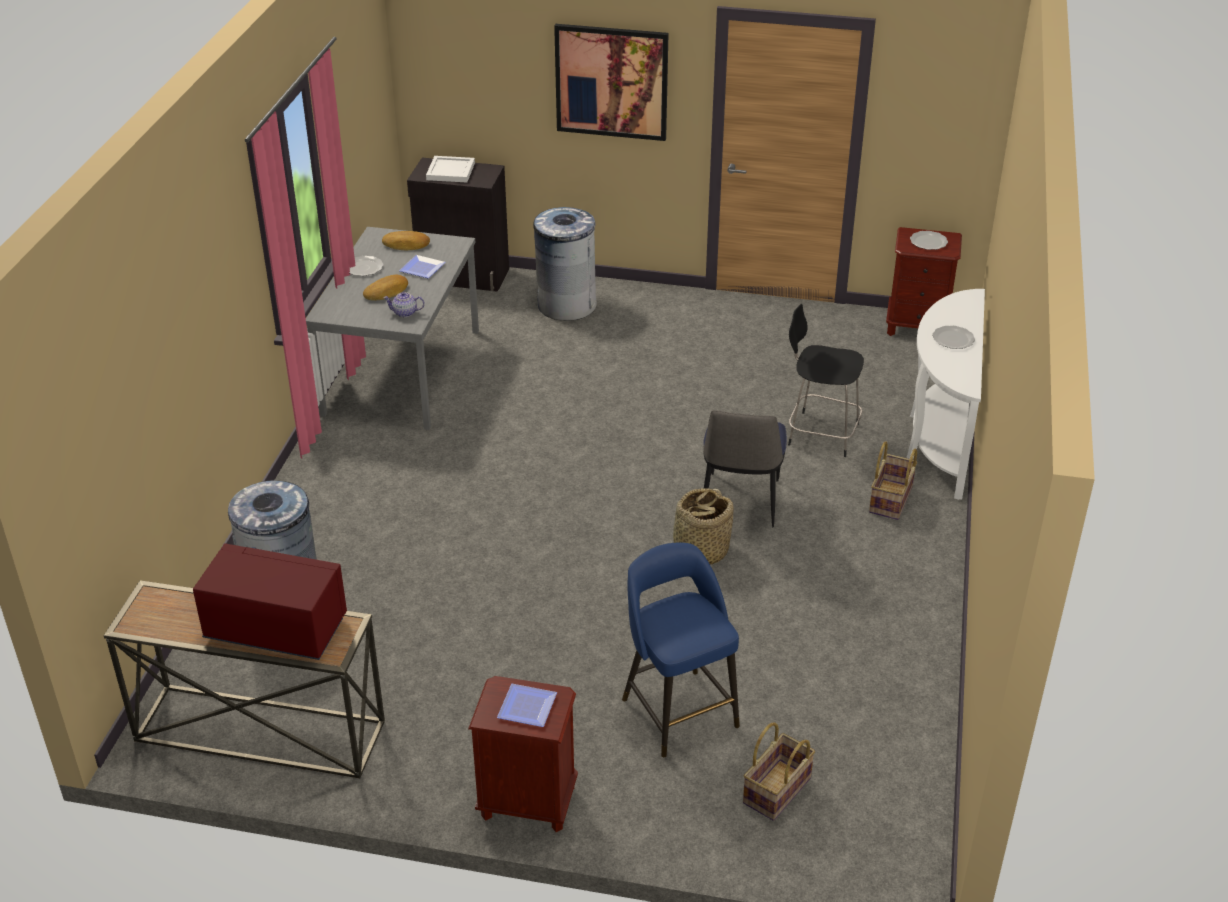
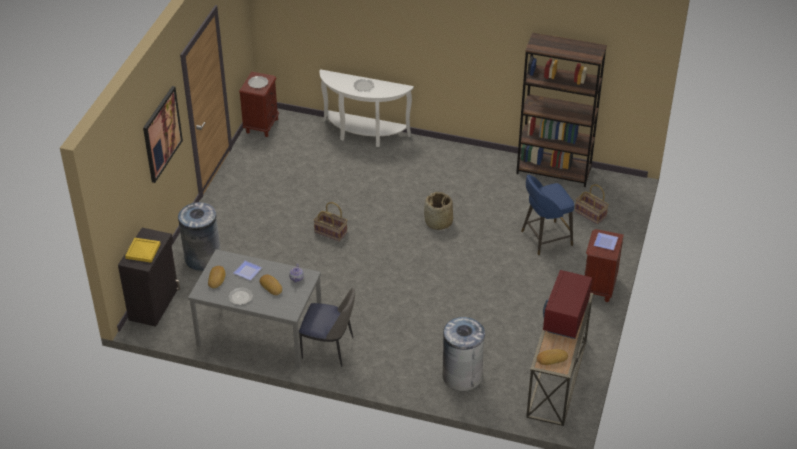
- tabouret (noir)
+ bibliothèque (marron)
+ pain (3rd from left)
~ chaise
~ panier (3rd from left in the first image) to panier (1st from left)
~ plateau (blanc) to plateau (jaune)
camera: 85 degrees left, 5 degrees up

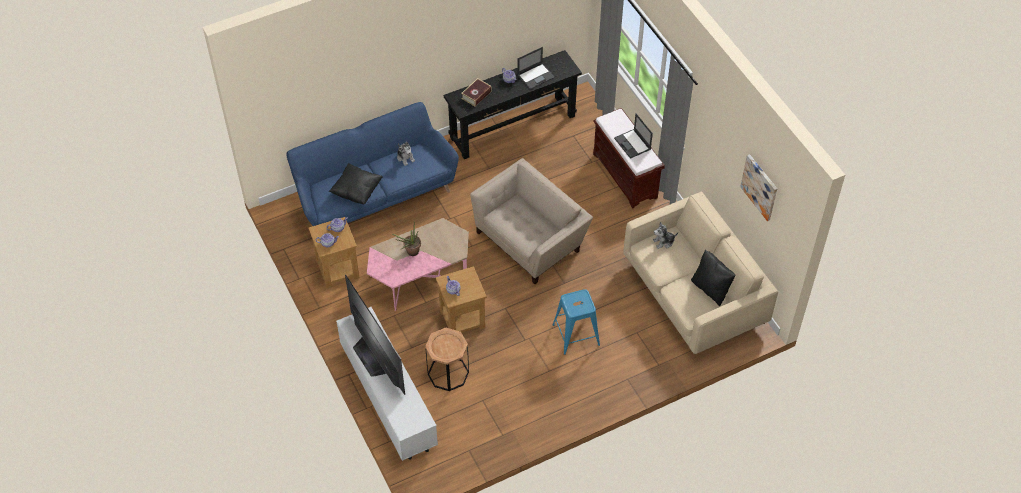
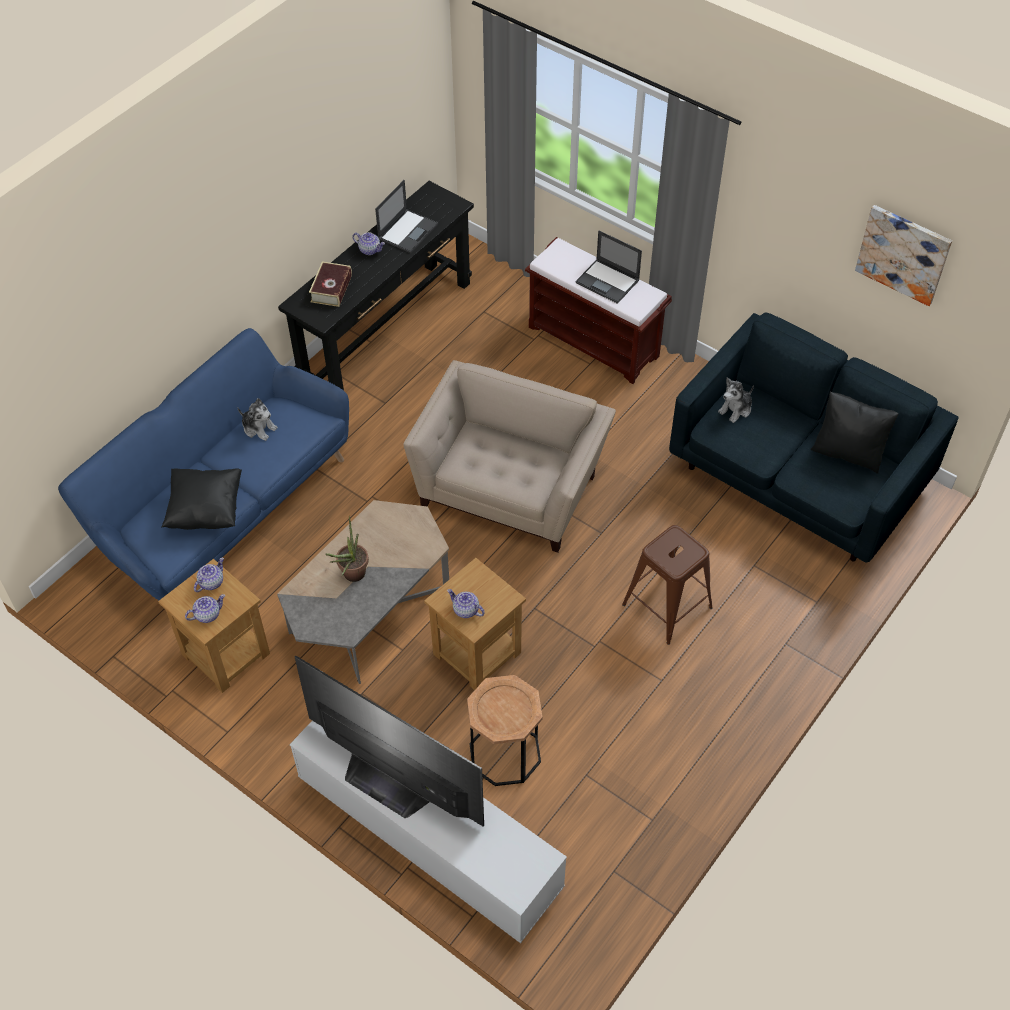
~ table basse (rose) to table basse (gris)
~ tabouret (bleu) to tabouret (marron)
~ canapé (beige) to canapé (bleu) (2nd from left)
camera: 25 degrees left, 0 degrees up

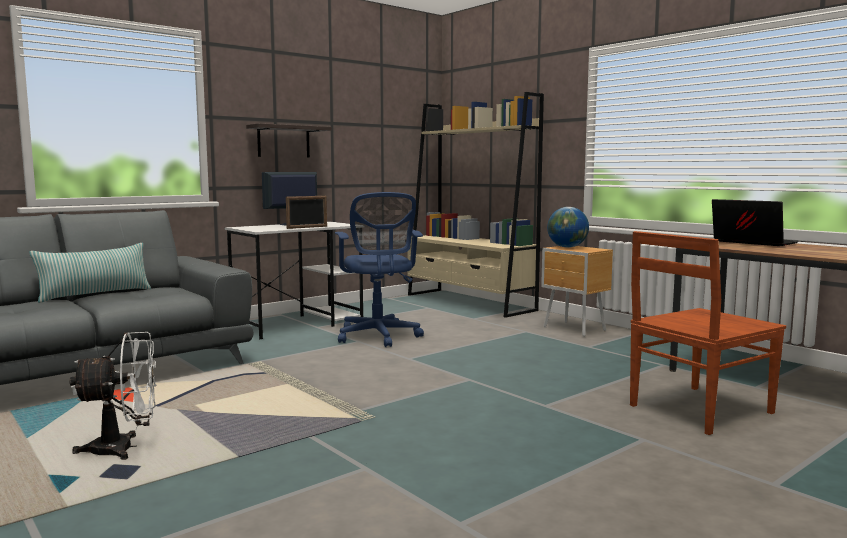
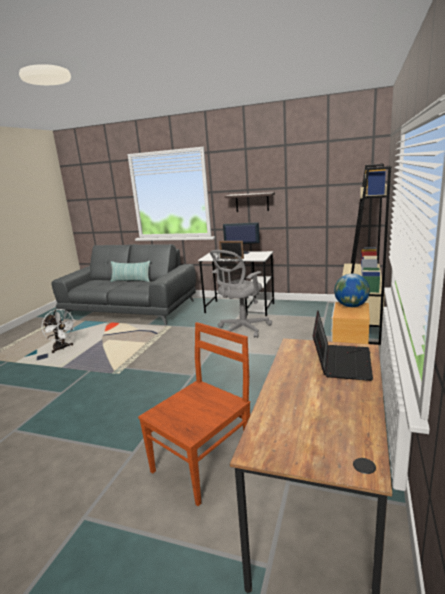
~ chaise de bureau (bleu) to chaise de bureau (gris)
~ chaise (marron) 105 degrees clockwise
camera: 60 degrees right, 10 degrees up

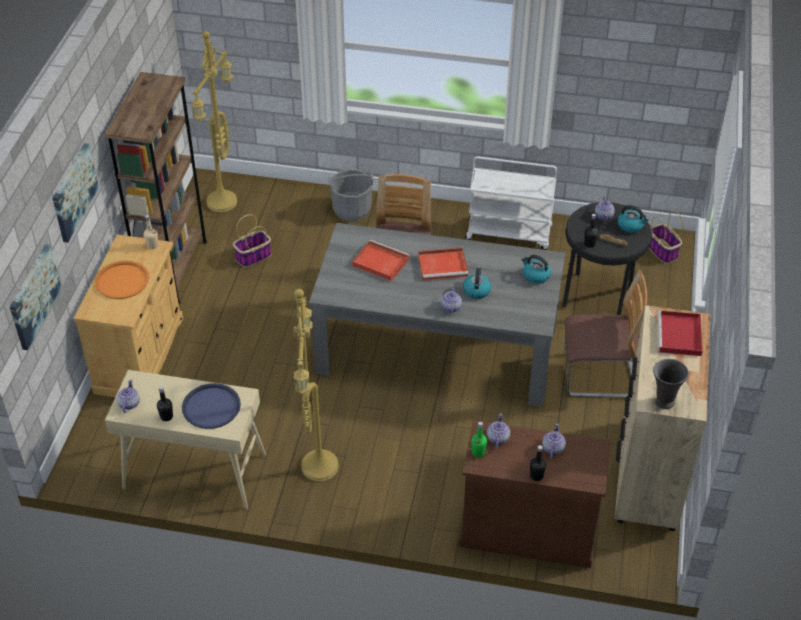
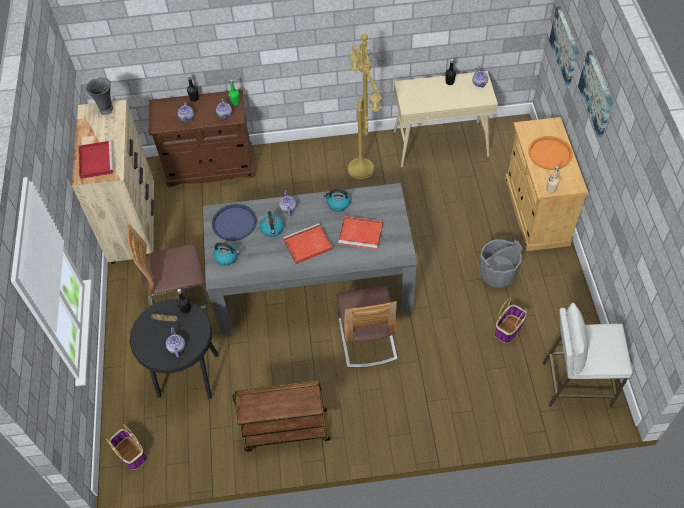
- bibliothèque (marron)
~ plateau (bleu)
~ seau (gris)
~ bouilloire (3rd from left)
~ lampadaire (jaune) (1st from left) to tabouret (blanc)
~ chariot (blanc) to chariot (marron)
camera: 165 degrees right, 10 degrees up

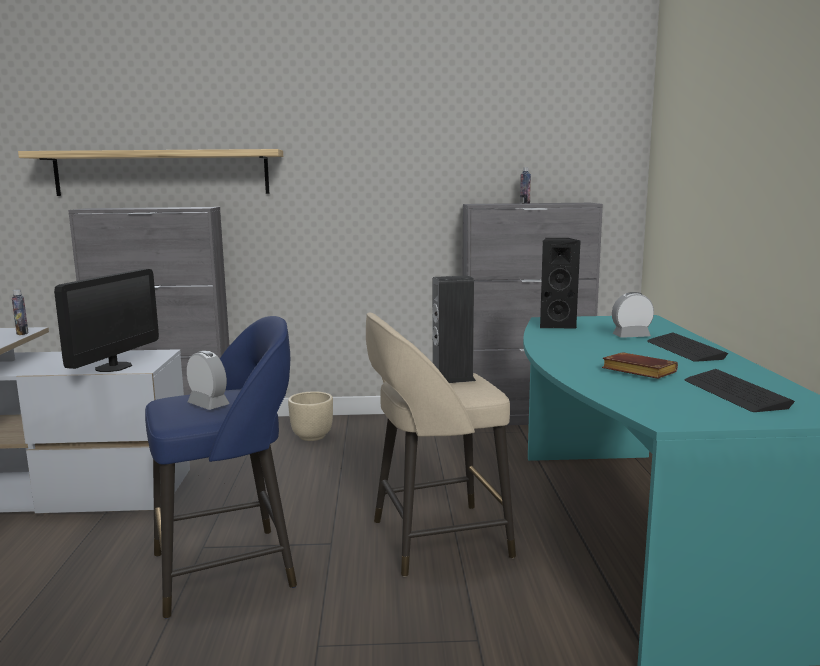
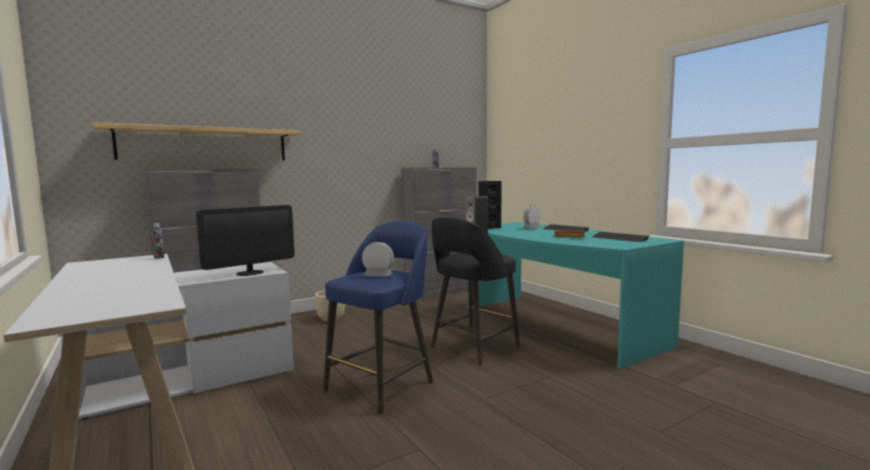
~ tabouret (beige) to tabouret (noir)
~ écran d'ordinateur 60 degrees clockwise
camera: 30 degrees left, 5 degrees down

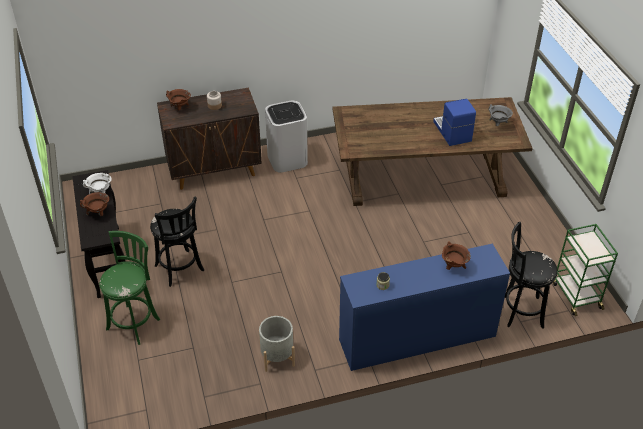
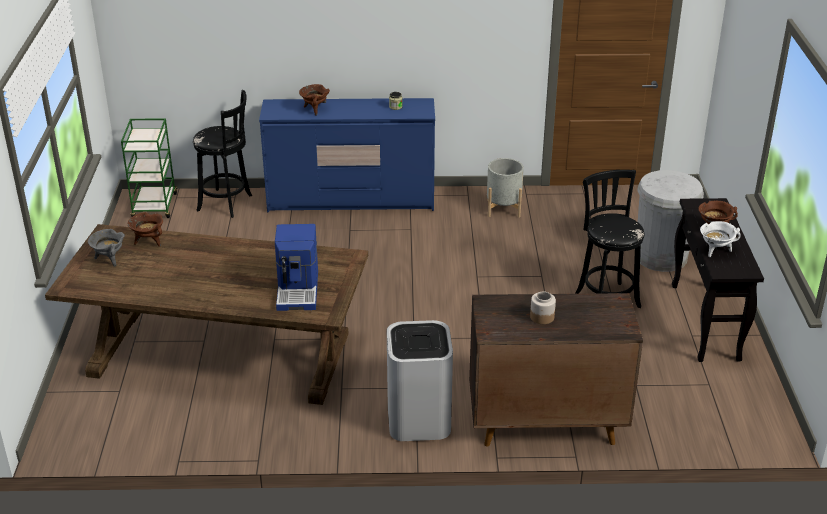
~ marmite (marron) (2nd from left in the first image) to marmite (marron) (1st from left)
~ machine à café
~ tabouret (vert) to poubelle (blanc) (2nd from left)
camera: 165 degrees left, 10 degrees down

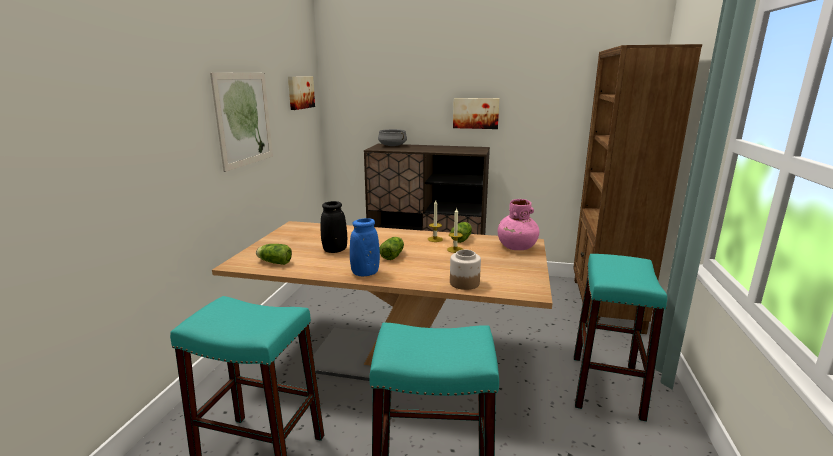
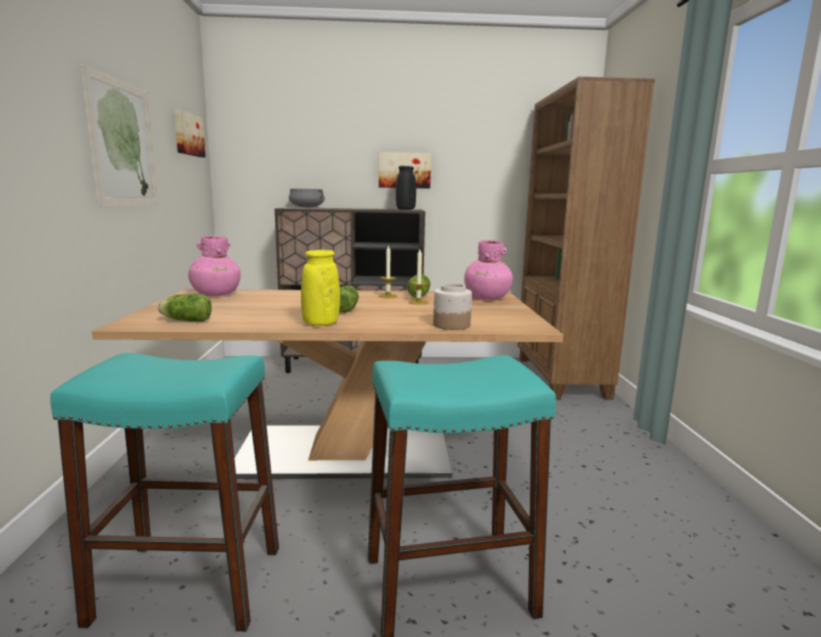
- tabouret (turquoise) (3rd from left)
+ vase (rose) (1st from left)
~ vase (noir)
~ vase (bleu) to vase (jaune)
camera: 15 degrees left, 5 degrees down

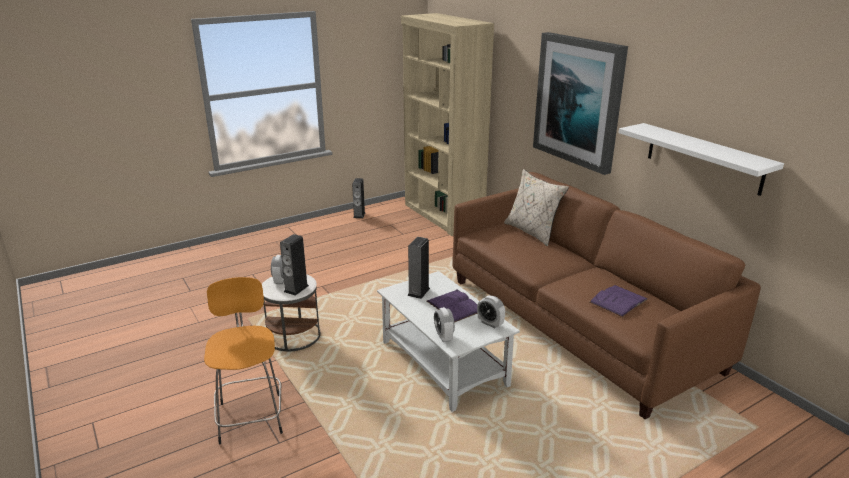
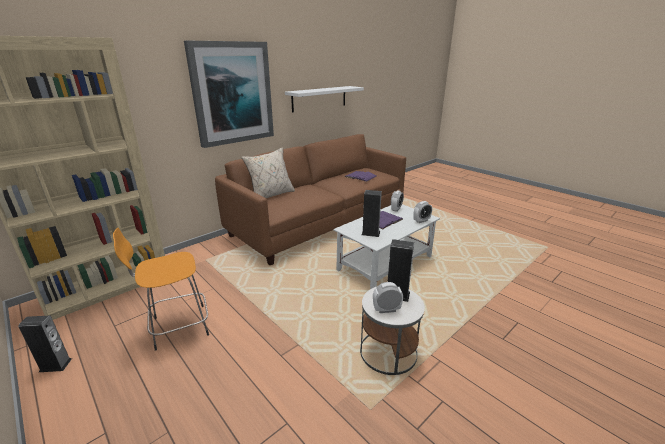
~ tabouret (orange)
camera: 100 degrees left, 0 degrees up

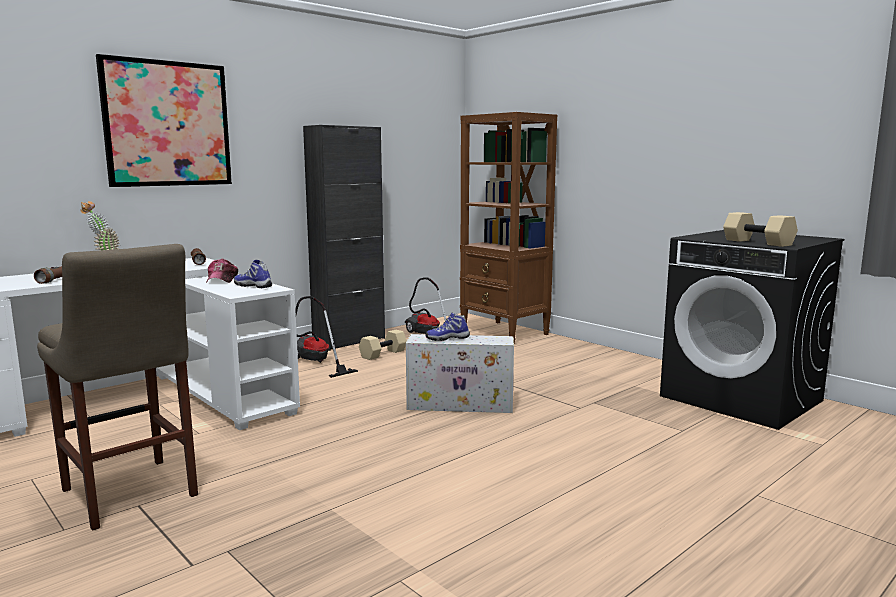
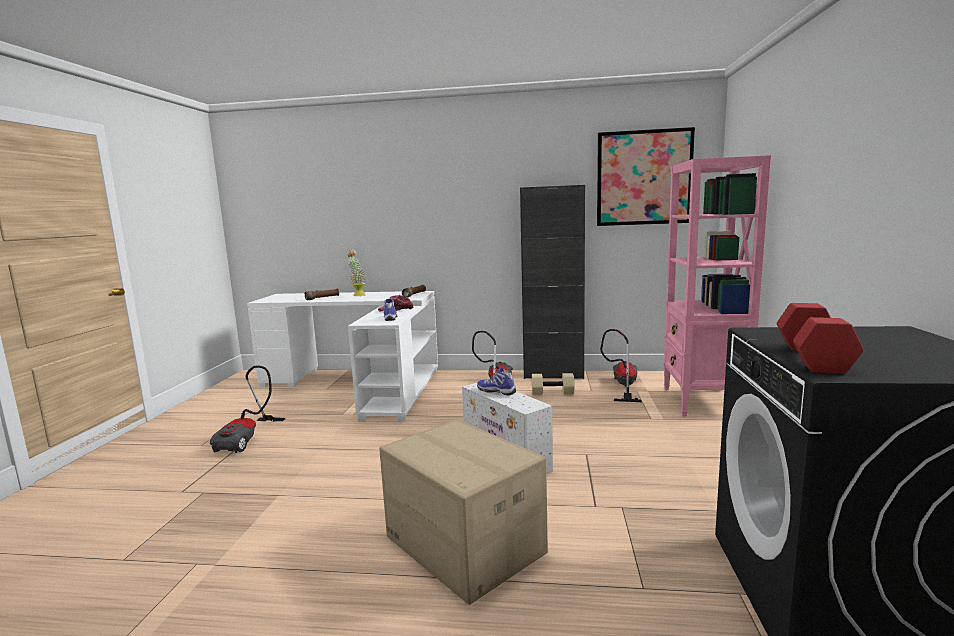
+ carton
~ tableau
~ tabouret (beige) to aspirateur (1st from left)
~ bibliothèque (marron) to bibliothèque (rose)
~ haltère (beige) (2nd from left) to haltère (rouge)
camera: 50 degrees right, 0 degrees up

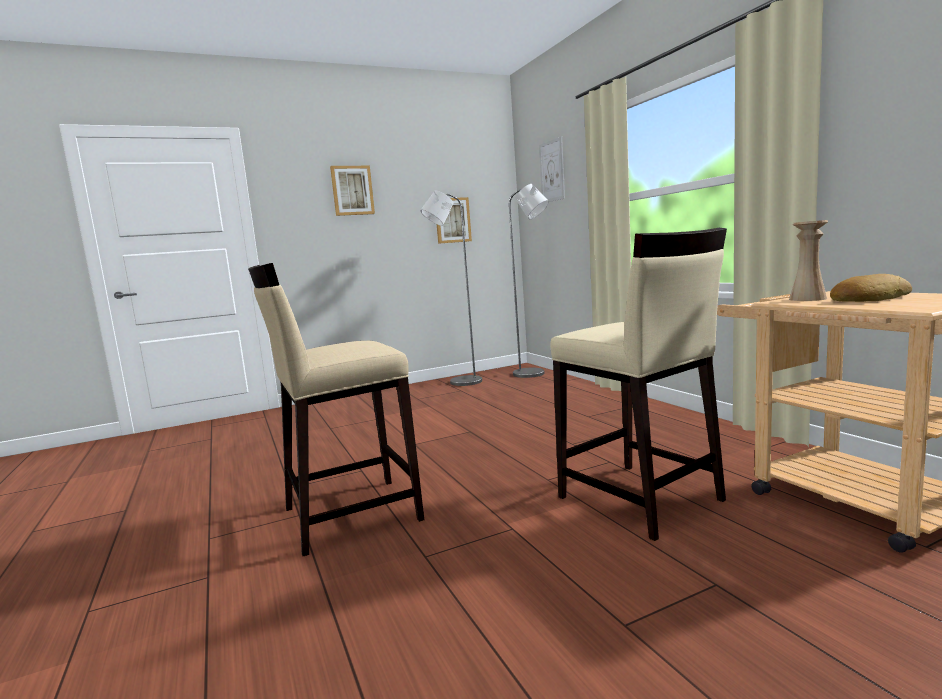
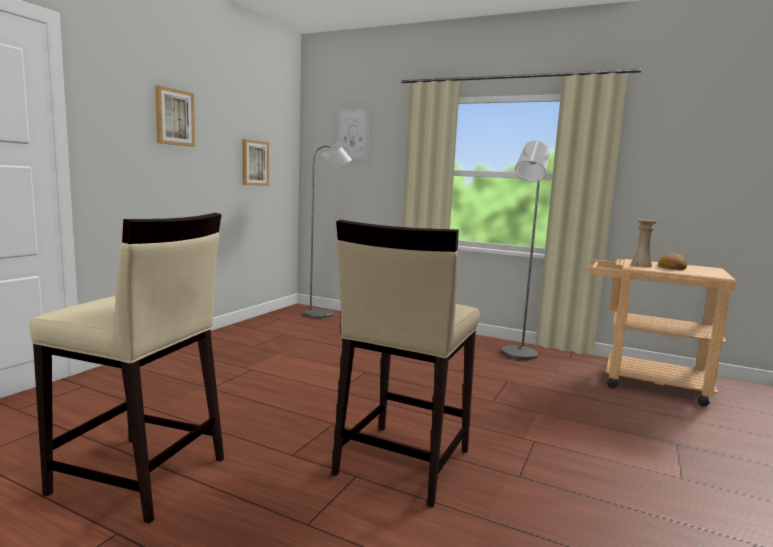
~ lampadaire (gris) (1st from left in the first image) to lampadaire (gris) (2nd from left)
~ tabouret (beige) (2nd from left in the first image) to tabouret (beige) (1st from left)
camera: 40 degrees left, 0 degrees up

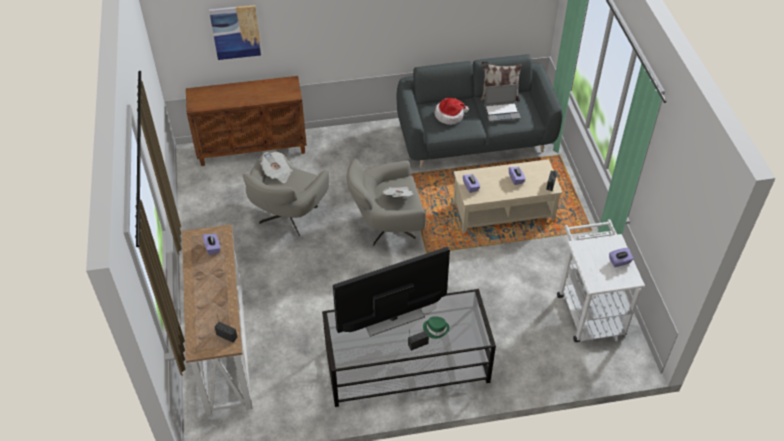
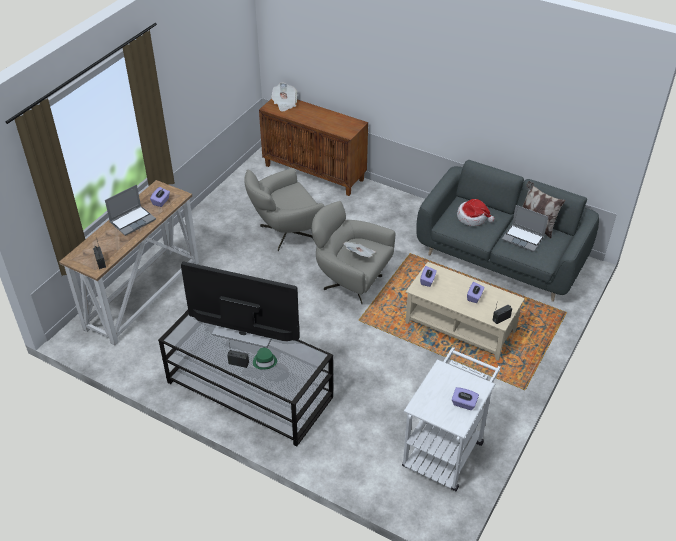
- tableau
+ ordinateur portable (1st from left)
~ journal (1st from left)
camera: 40 degrees right, 5 degrees down

